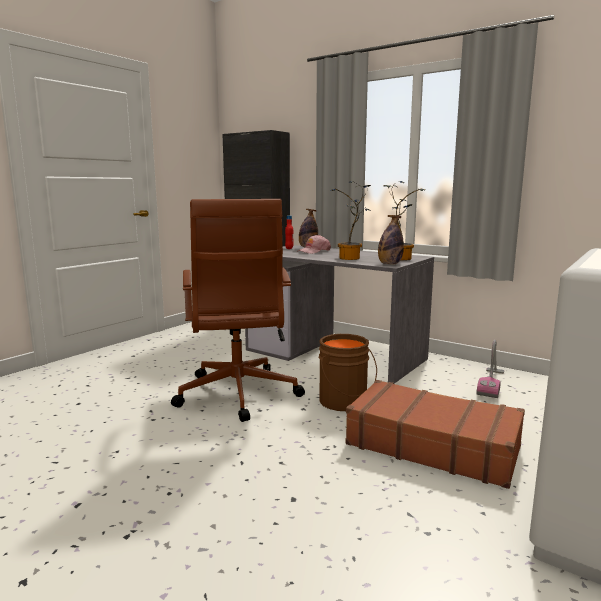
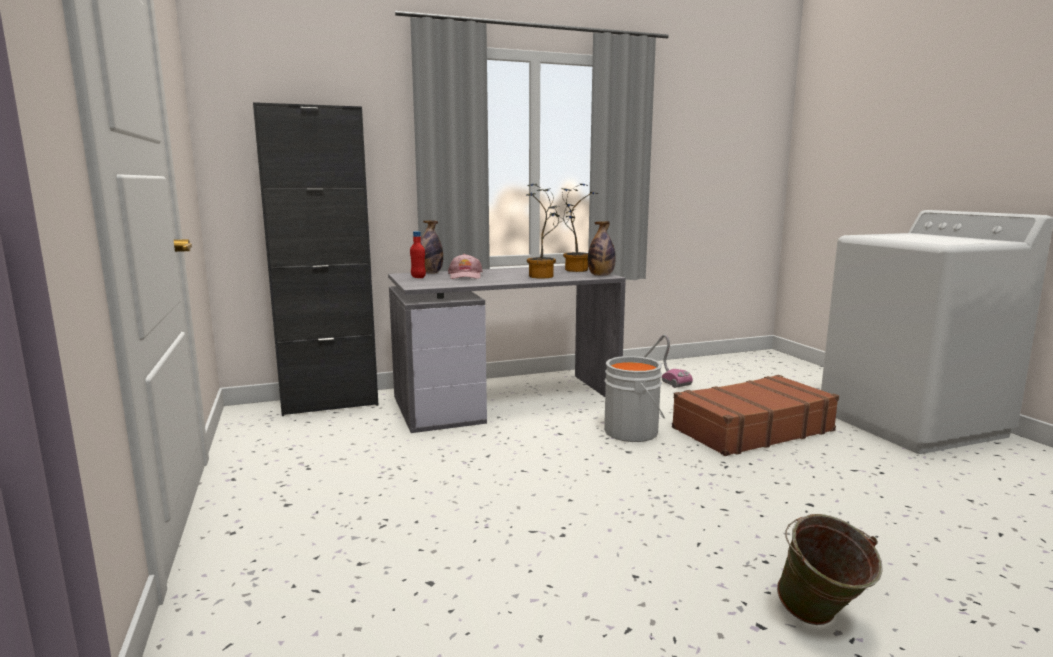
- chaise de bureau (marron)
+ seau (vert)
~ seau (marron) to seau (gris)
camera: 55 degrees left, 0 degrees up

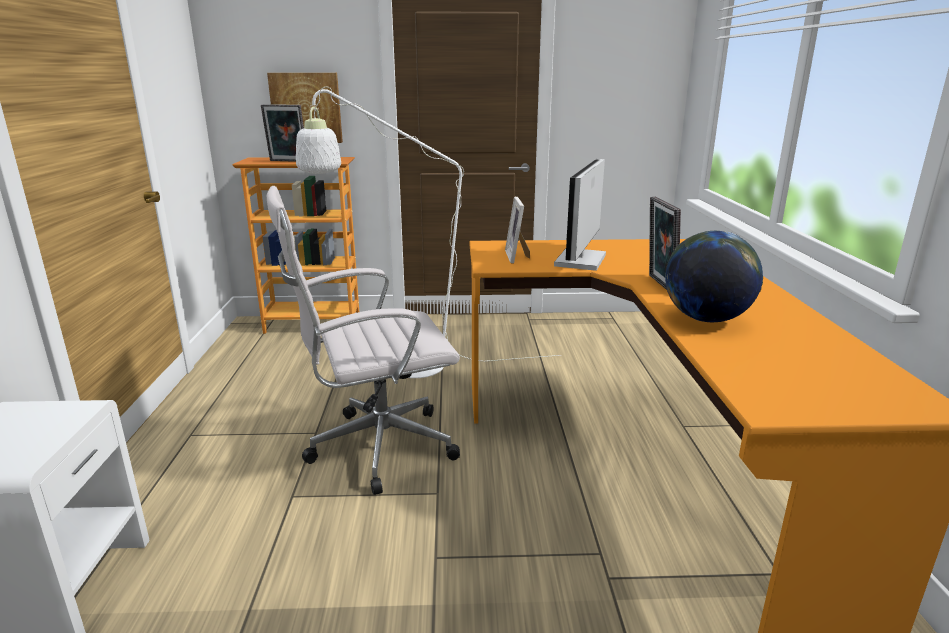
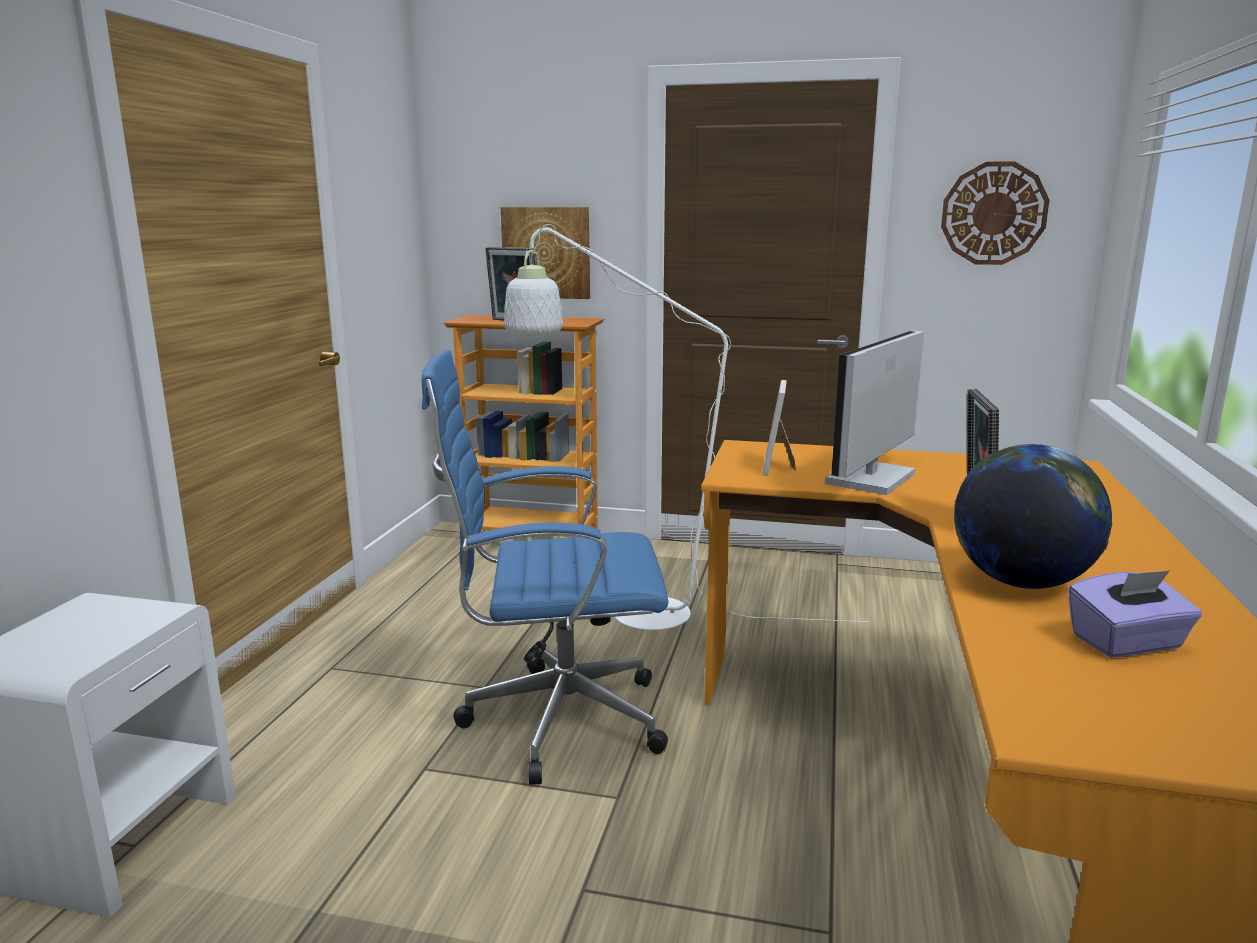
+ horloge murale
+ boîte à mouchoirs (violet)
~ chaise de bureau (blanc) to chaise de bureau (bleu)
camera: 15 degrees right, 5 degrees down

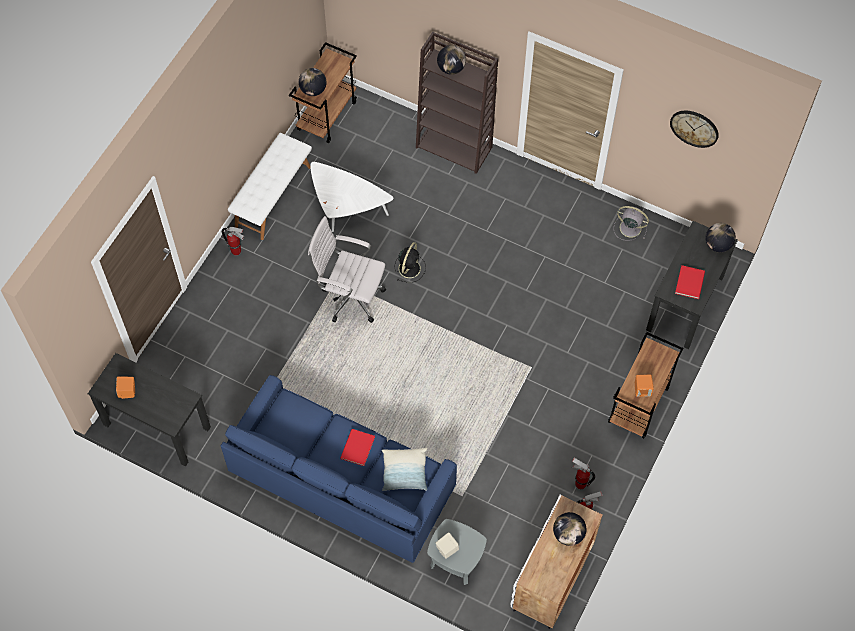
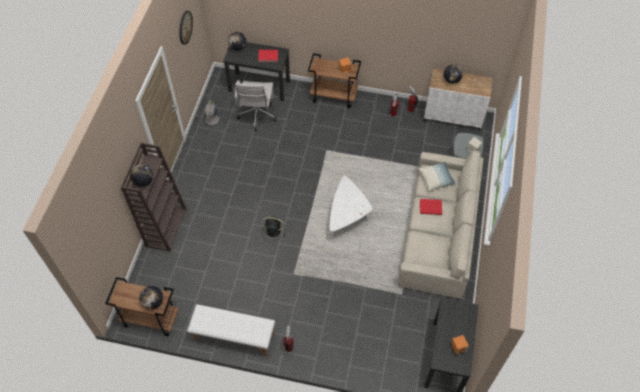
~ chaise de bureau (blanc)
~ table basse (blanc)
~ canapé (bleu) to canapé (beige)
camera: 105 degrees left, 5 degrees down

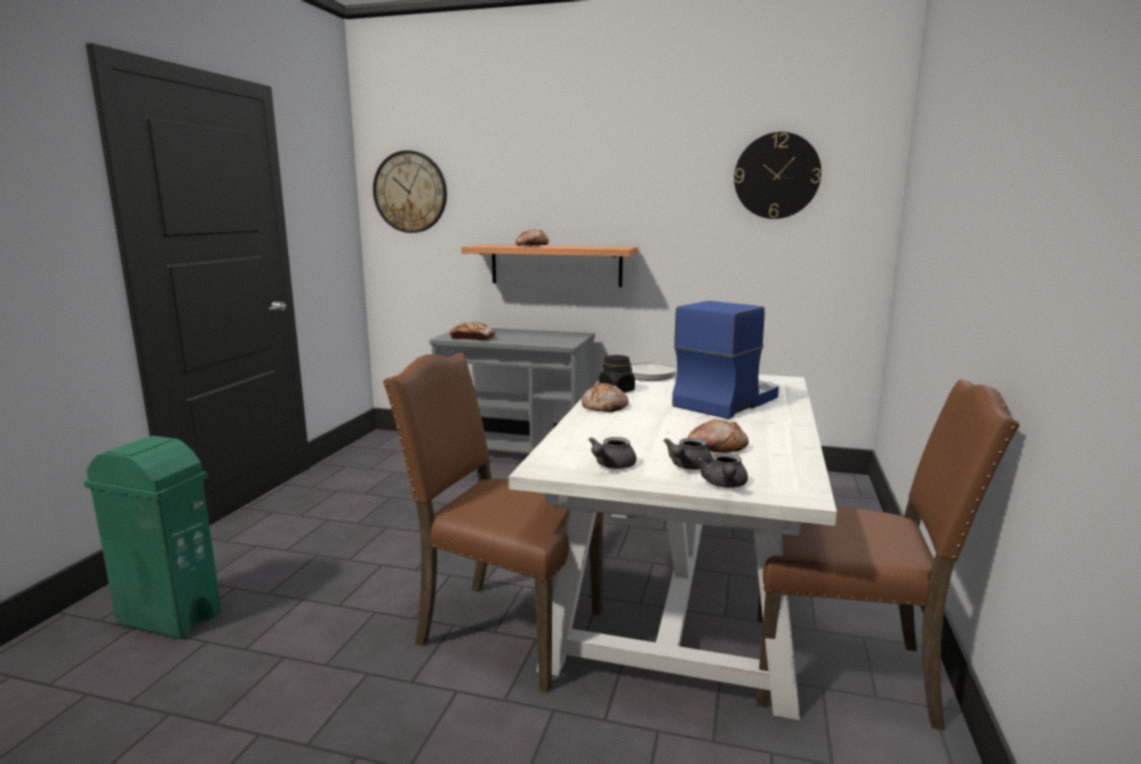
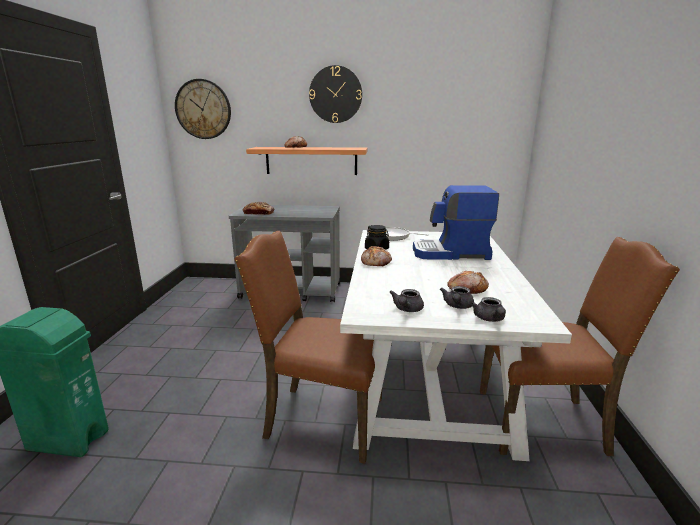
~ horloge murale (2nd from left)
~ machine à café 120 degrees counterclockwise
camera: 10 degrees left, 5 degrees up

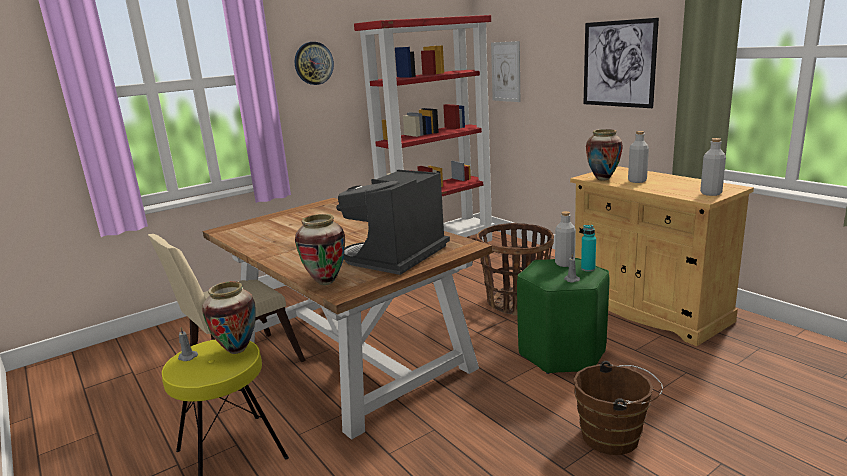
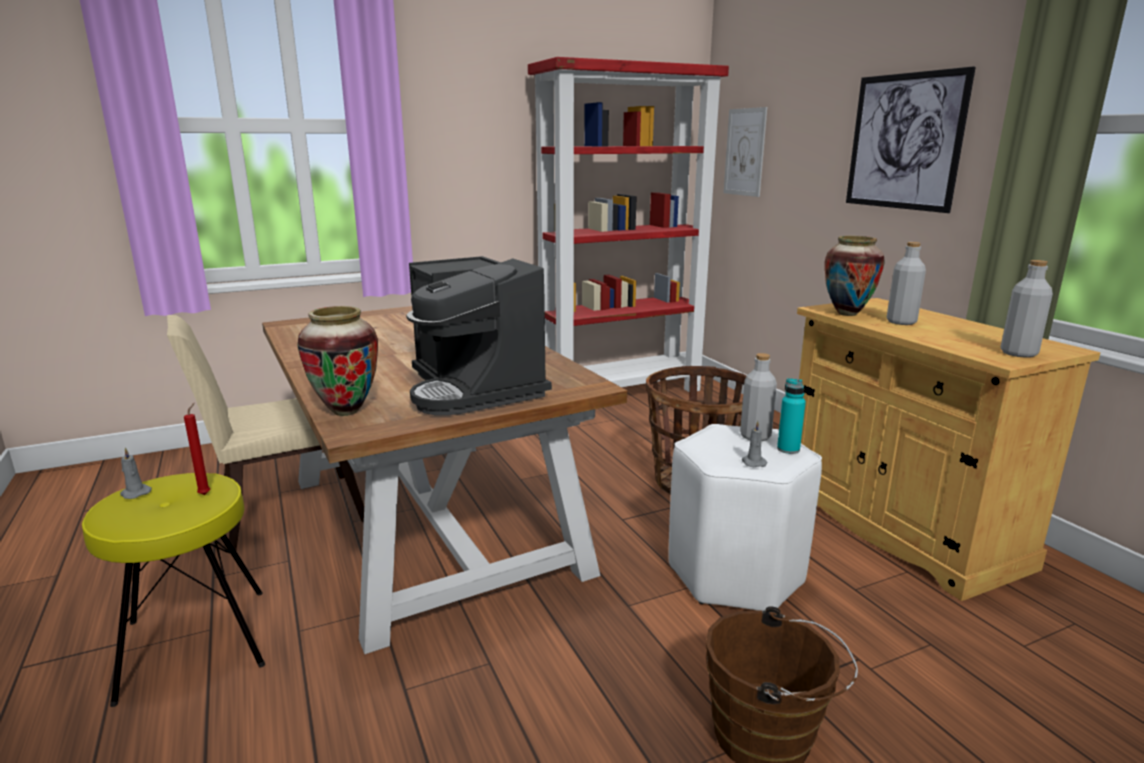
- horloge murale
~ vase (1st from left) to bougie (rouge)
~ tabouret (vert) to tabouret (blanc)
~ machine à café 75 degrees counterclockwise
camera: 10 degrees right, 0 degrees up

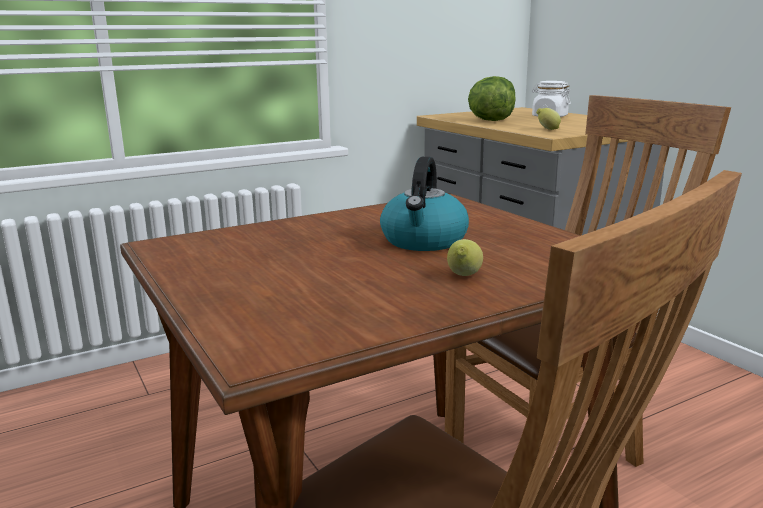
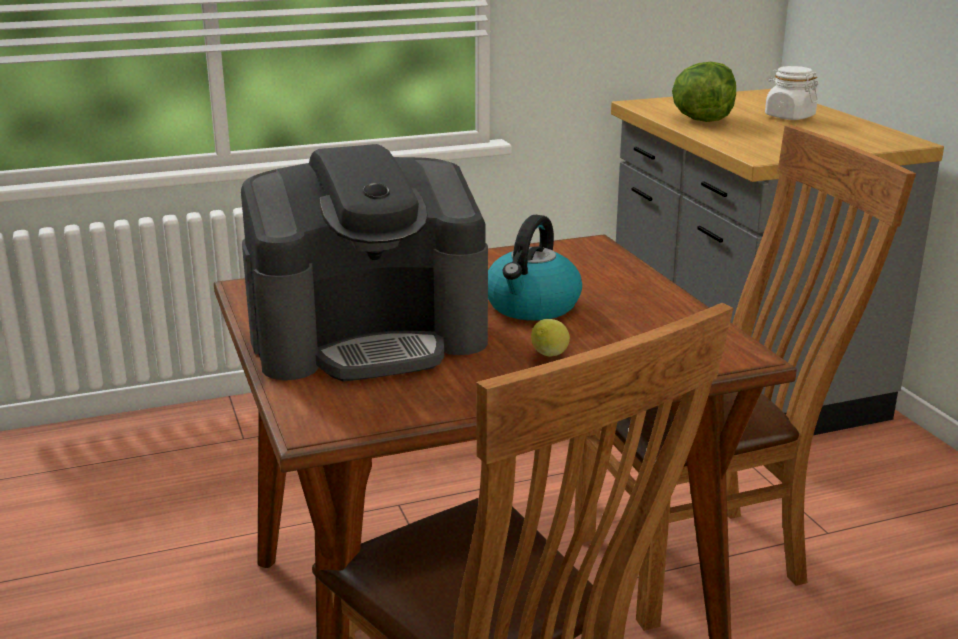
- citron (2nd from left)
+ machine à café
camera: 10 degrees right, 5 degrees up

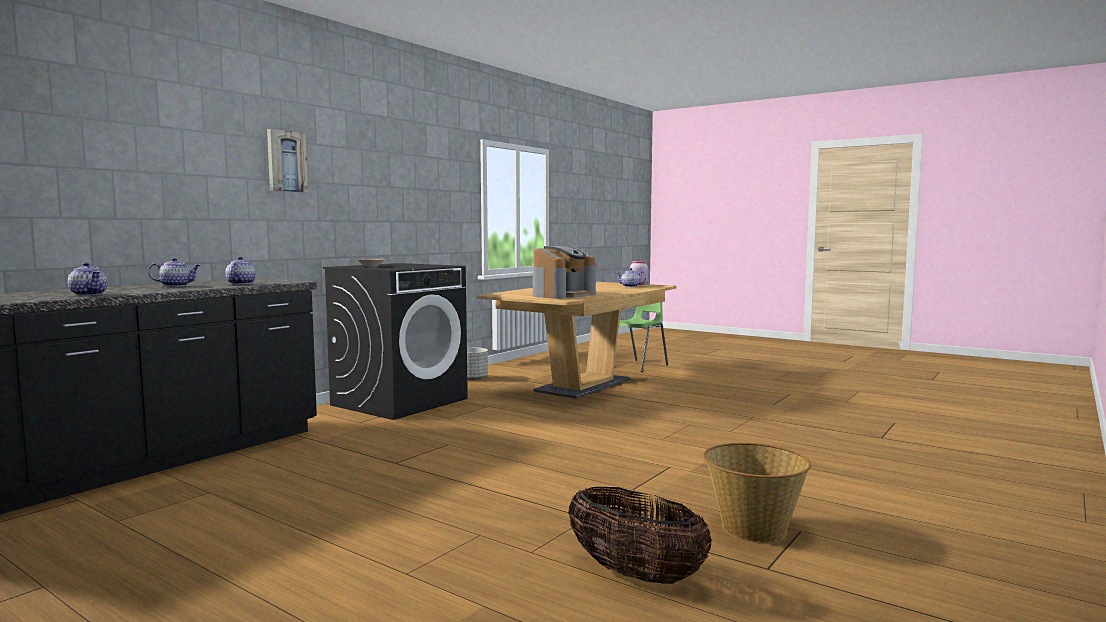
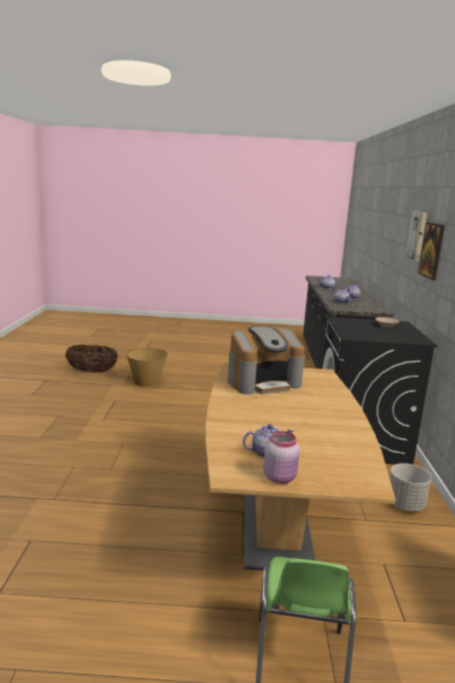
+ tableau (2nd from left)
~ panier (2nd from left)
~ machine à café 120 degrees counterclockwise
camera: 145 degrees right, 10 degrees up

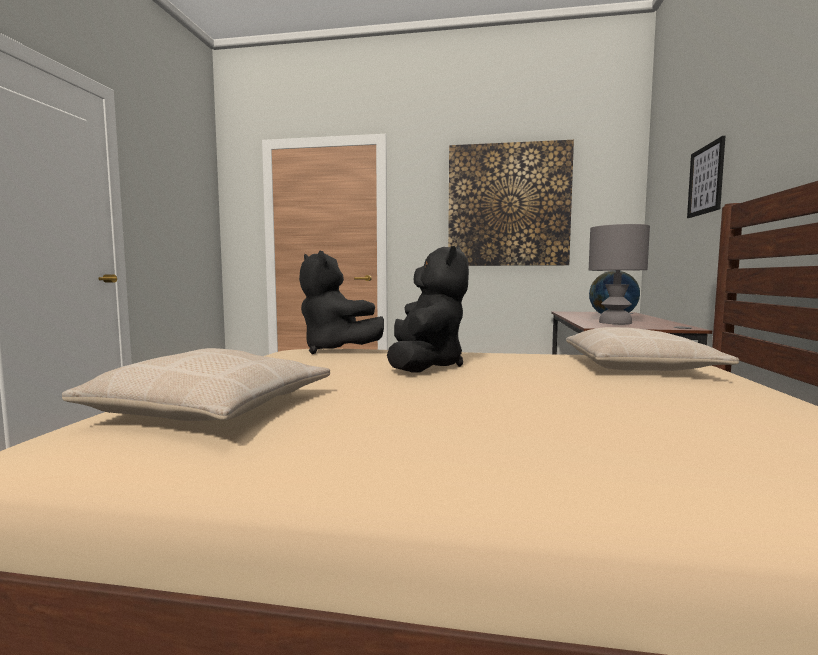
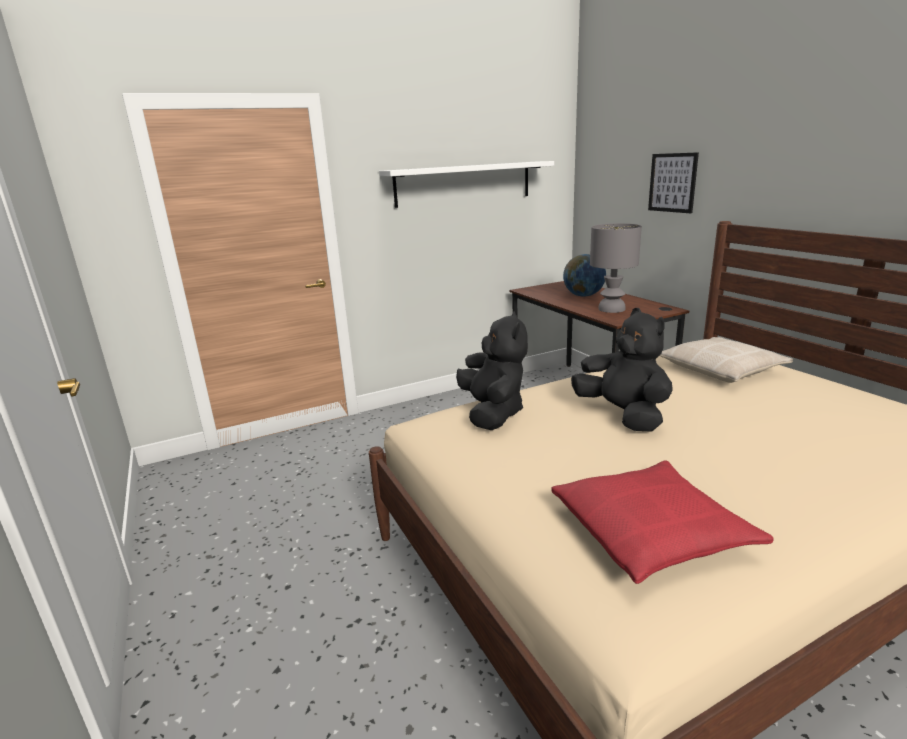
~ tableau (1st from left) to étagère (blanc)
~ coussin (beige) (1st from left) to coussin (rouge)
~ peluche (noir) (1st from left) 105 degrees counterclockwise
camera: 35 degrees left, 15 degrees up

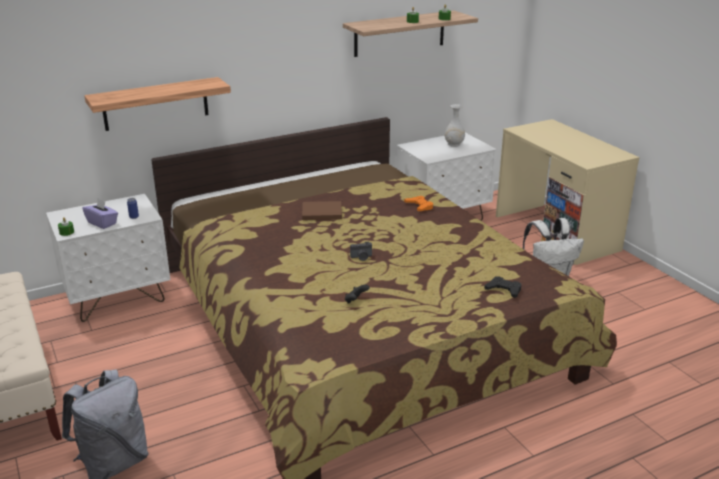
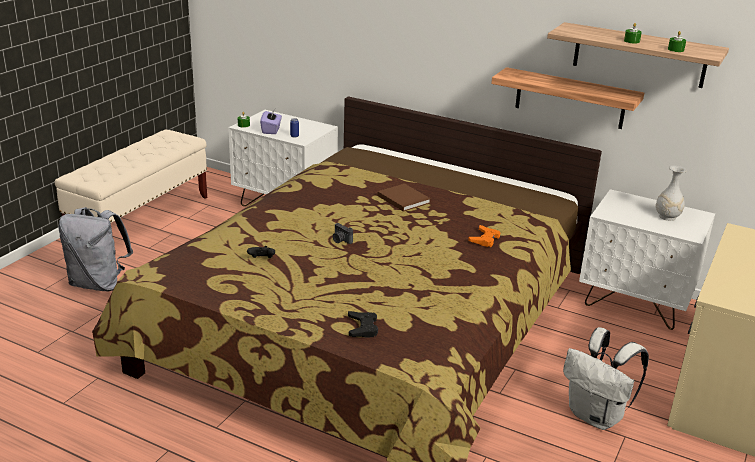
~ étagère (1st from left)
camera: 55 degrees right, 0 degrees up

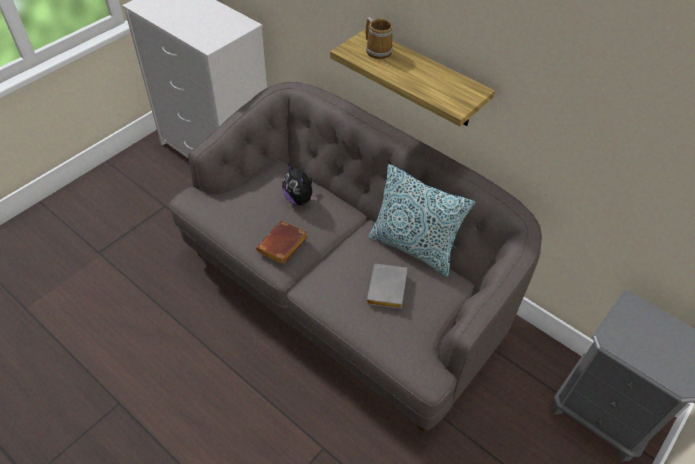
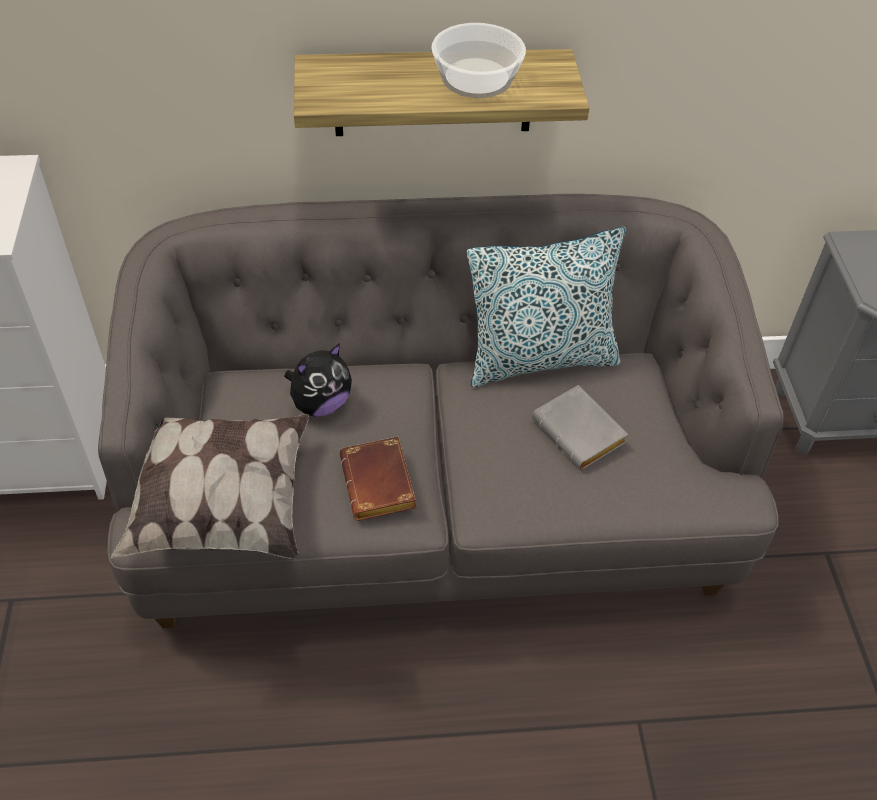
- mug
+ coussin (1st from left)
+ bol
~ peluche 45 degrees counterclockwise
camera: 45 degrees left, 0 degrees up

